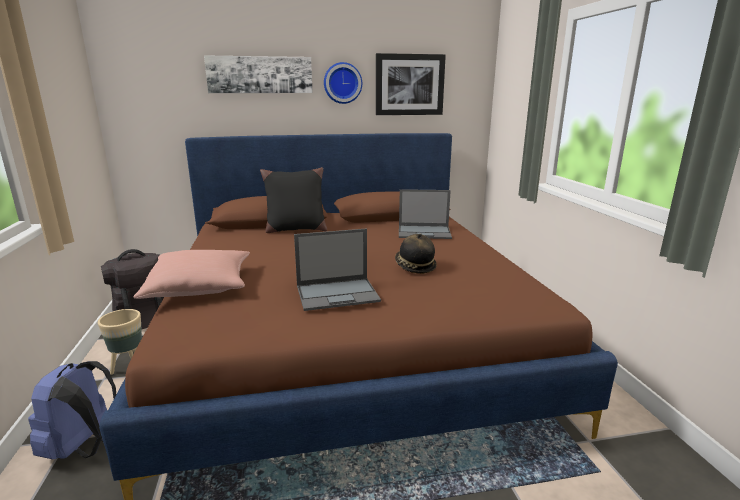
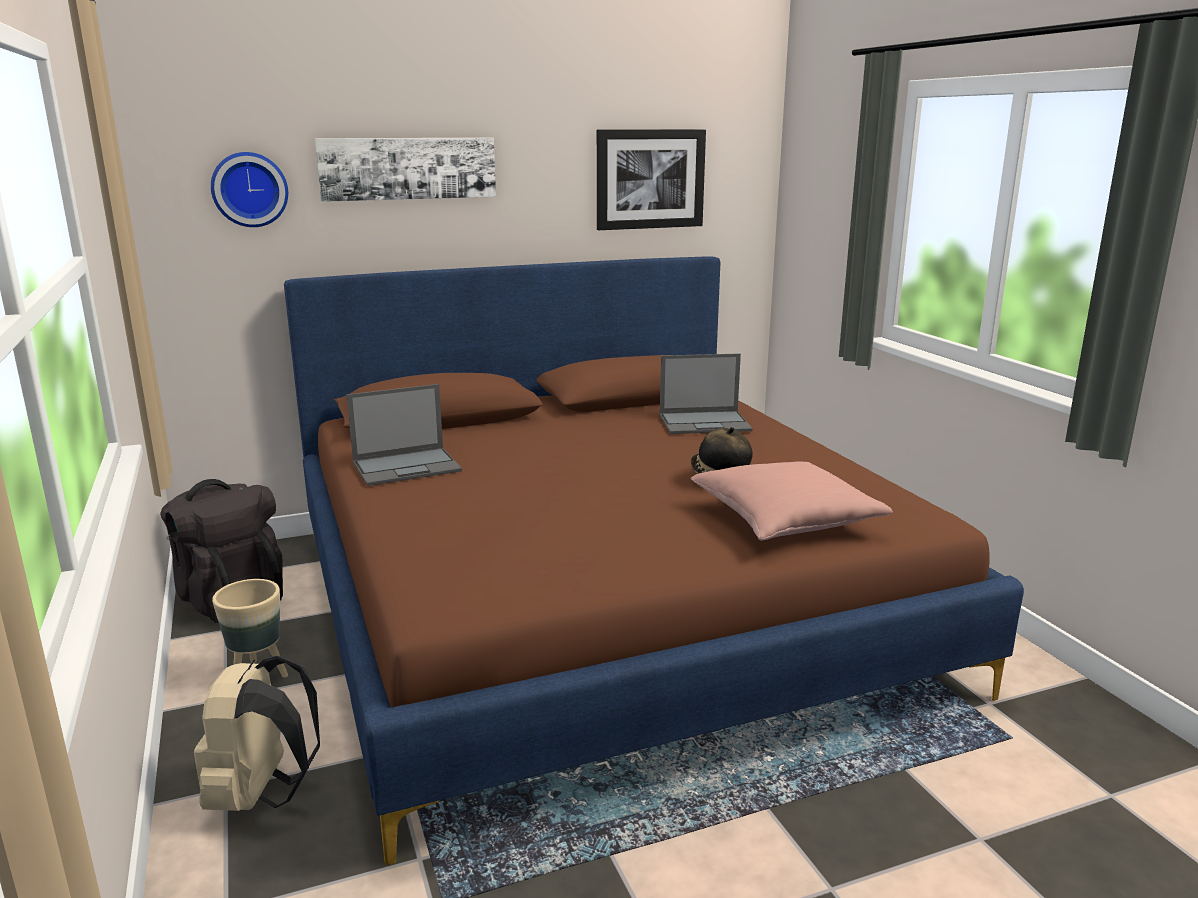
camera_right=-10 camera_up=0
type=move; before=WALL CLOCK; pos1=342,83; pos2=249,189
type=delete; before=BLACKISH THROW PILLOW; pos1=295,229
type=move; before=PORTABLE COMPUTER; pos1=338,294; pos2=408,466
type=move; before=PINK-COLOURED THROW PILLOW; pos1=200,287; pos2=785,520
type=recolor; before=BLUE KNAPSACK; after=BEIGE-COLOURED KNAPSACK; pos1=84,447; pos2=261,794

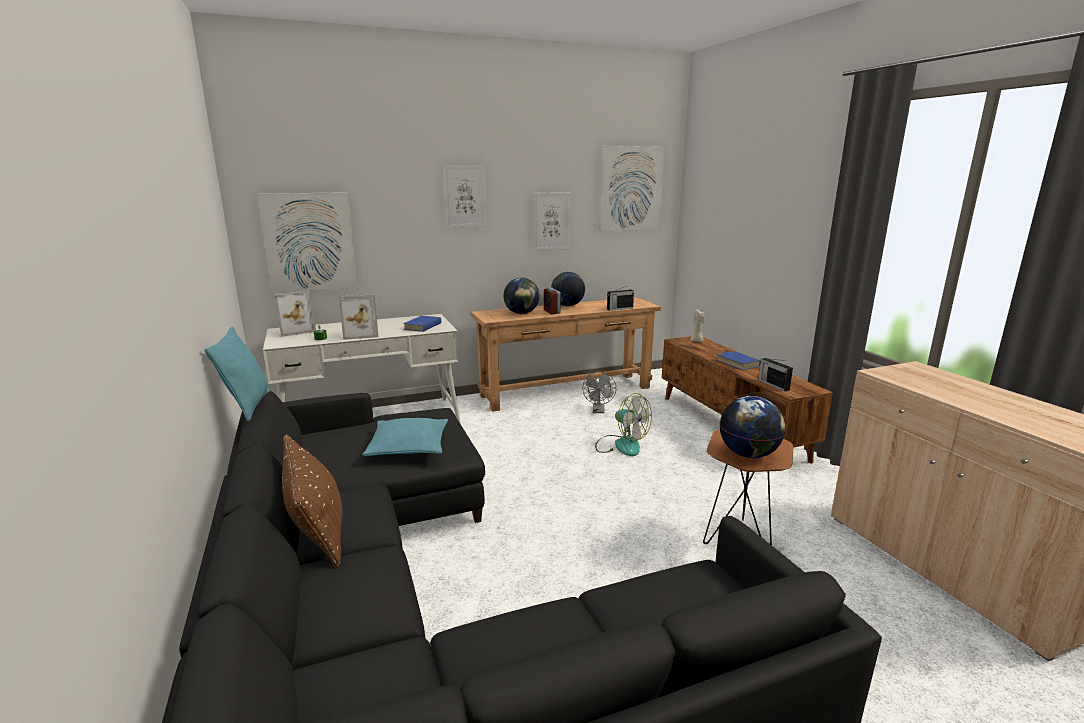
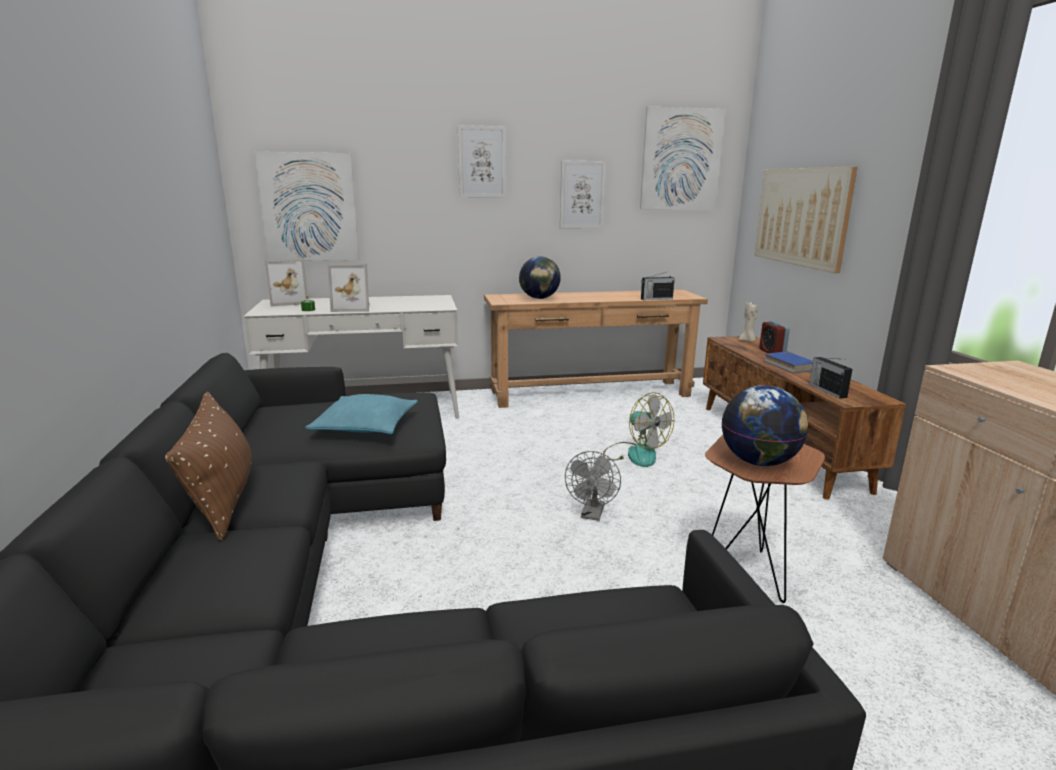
camera_right=10 camera_up=0
type=delete; before=WORLD GLOBE; pos1=567,306
type=move; before=ALARM CLOCK; pos1=552,312; pos2=772,352
type=delete; before=BLUE BOUND BOOK; pos1=423,326
type=delete; before=TURQUOISE THROW PILLOW; pos1=247,406
type=move; before=GREYISH FAN; pos1=598,411; pos2=592,515
type=insert; after=PICTURE; pos2=801,216

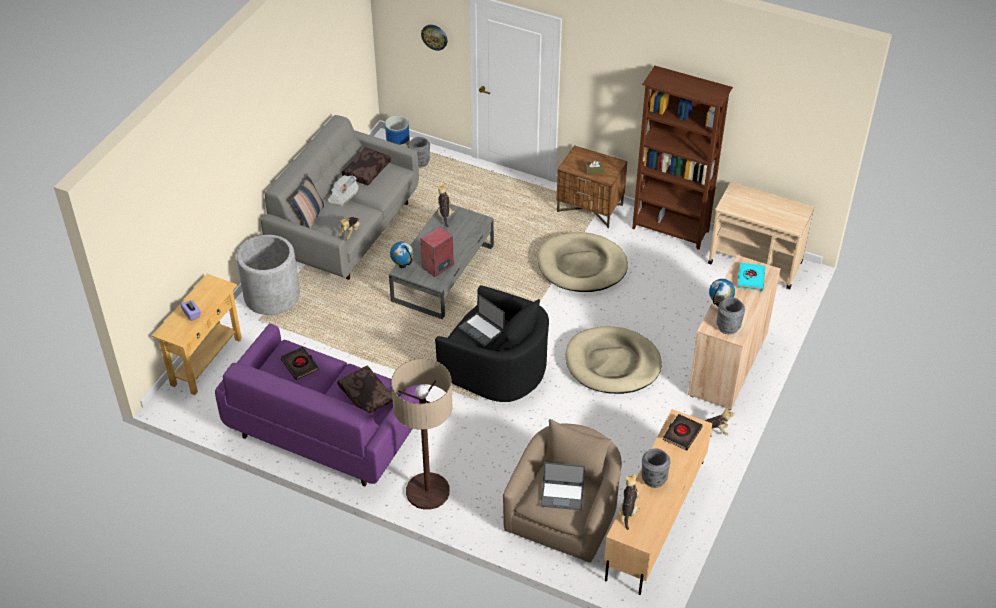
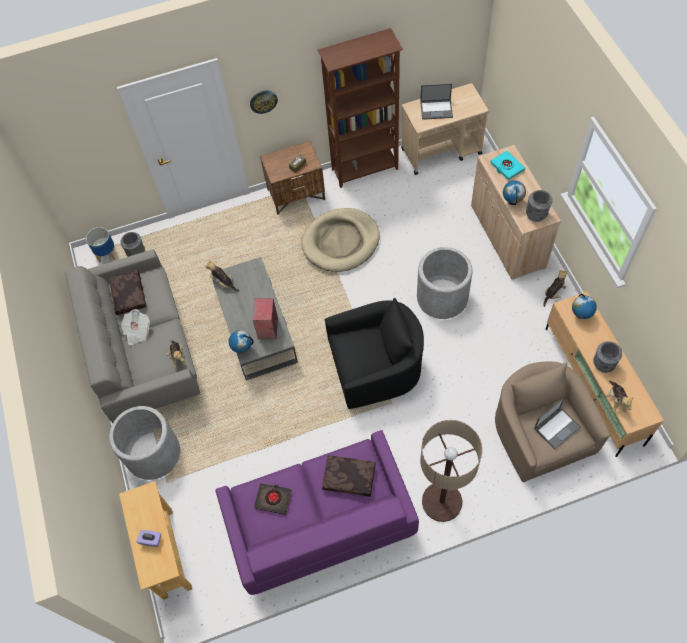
camera_right=-40 camera_up=15
type=move; before=WALL CLOCK; pos1=434,37; pos2=263,101
type=delete; before=THROW PILLOW; pos1=311,217
type=move; before=PORTABLE COMPUTER; pos1=482,329; pos2=436,109
type=replace; before=BEIGE-COLOURED DOG CUSHION; after=GREYISH FLOWER POT; pos1=612,363; pos2=442,297
type=replace; before=BLACKISH BOUND BOOK; after=WORLD GLOBE; pos1=682,434; pos2=580,315
type=rotate; before=SOFT TOY; pos1=628,509; pos2=616,400; turn=-150

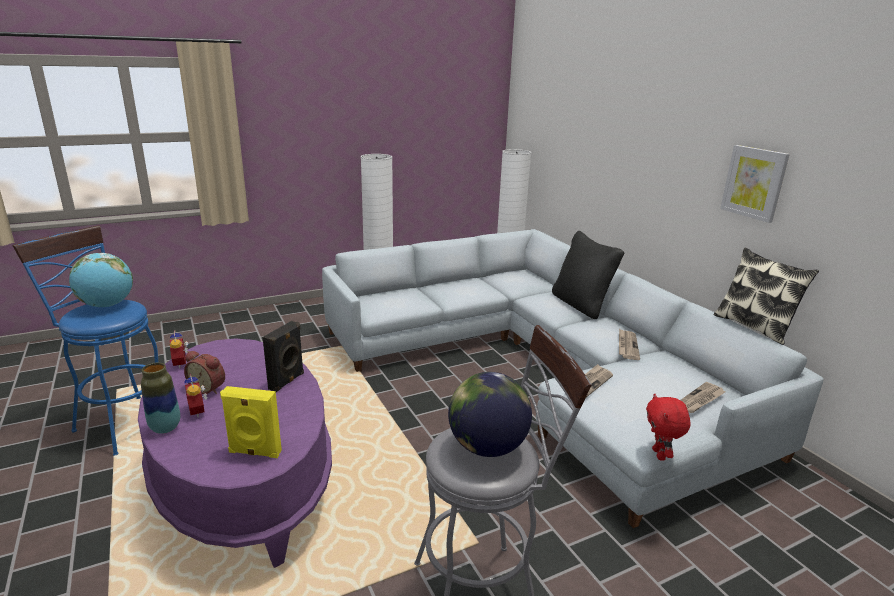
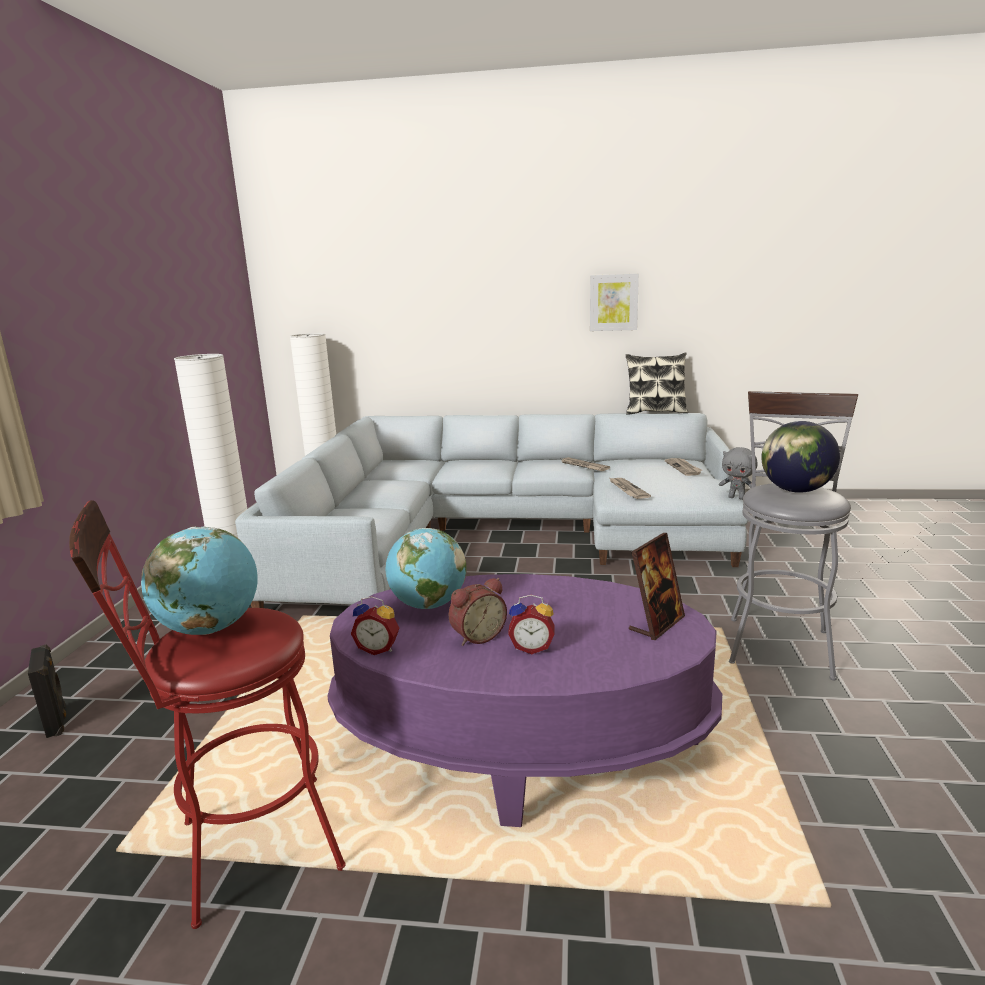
camera_right=-55 camera_up=-5
type=recolor; before=BLUE SITTING STOOL; after=RED-COLOURED SITTING STOOL; pos1=122,422; pos2=244,851
type=delete; before=BLACKISH THROW PILLOW; pos1=581,305
type=move; before=BLACKISH LOUDSPEAKER; pos1=287,381; pos2=57,721
type=delete; before=VASE; pos1=165,428
type=replace; before=YELLOW LOUDSPEAKER; after=PICTURE FRAME; pos1=254,453; pos2=656,624
type=recolor; before=RED-COLOURED SOFT TOY; after=GREYISH SOFT TOY; pos1=660,455; pos2=737,498
type=insert; after=WORLD GLOBE; pos2=428,605

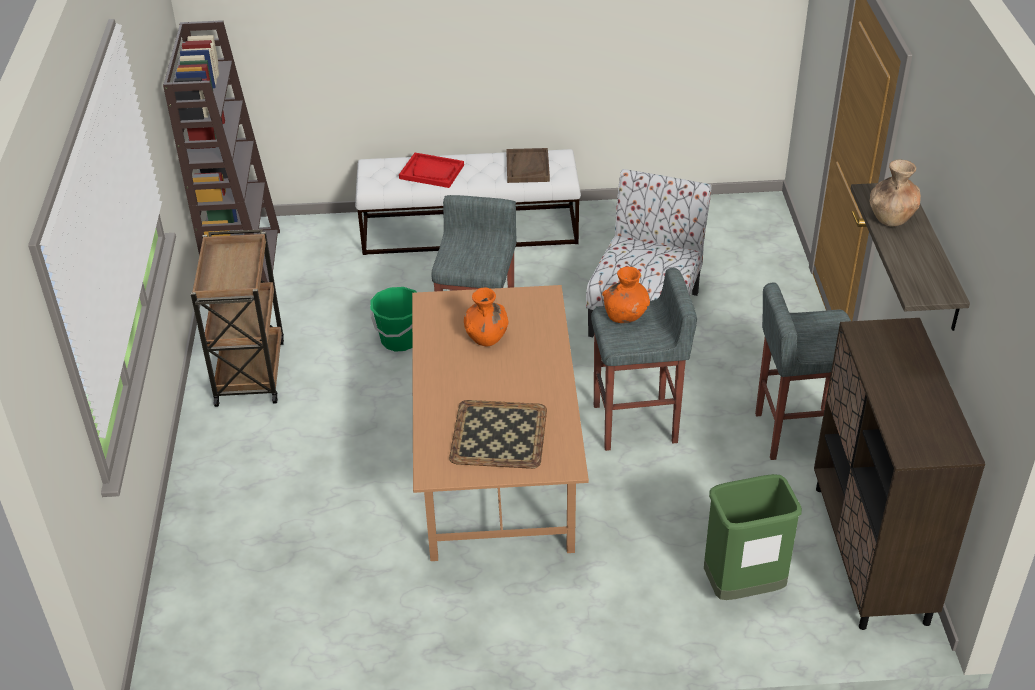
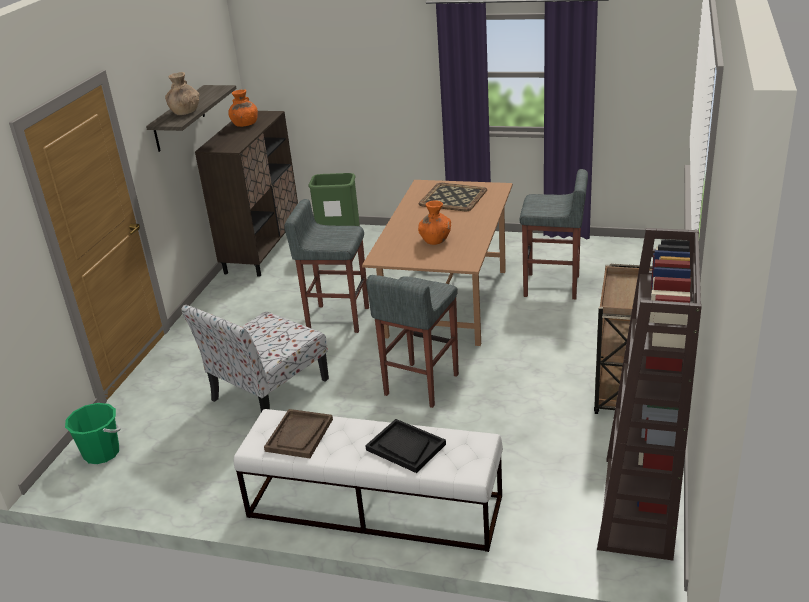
camera_right=-160 camera_up=-10
type=recolor; before=RED-COLOURED SERVING TRAY; after=BLACKISH SERVING TRAY; pos1=432,172; pos2=405,447
type=move; before=ORANGE VASE; pos1=625,315; pos2=245,124
type=move; before=GREYISH SITTING STOOL; pos1=796,433; pos2=552,286
type=move; before=GREEN BUCKET; pos1=399,340; pos2=102,453

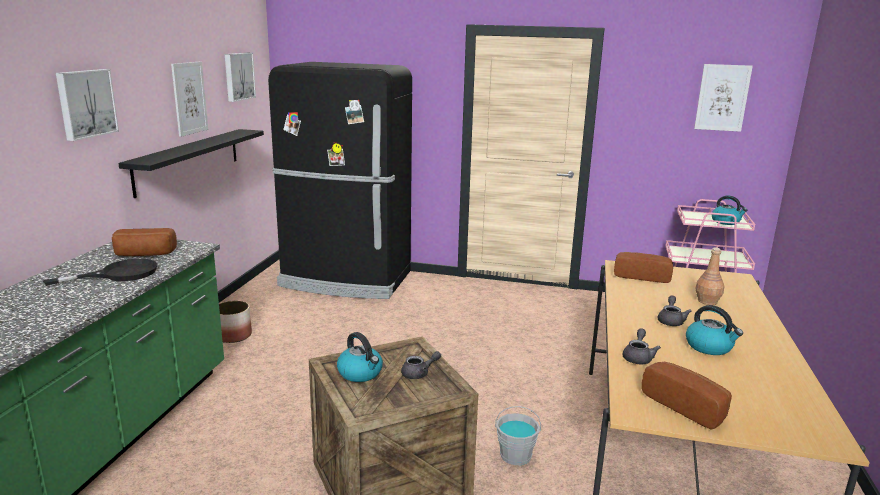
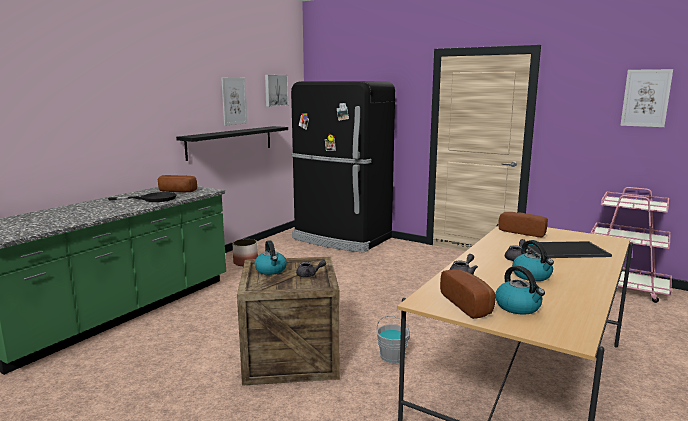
camera_right=20 camera_up=-5
type=delete; before=PICTURE; pos1=85,103
type=move; before=KETTLE; pos1=726,222; pos2=518,307
type=replace; before=BROWNISH BOTTLE; after=SERVING TRAY; pos1=707,301; pos2=564,251

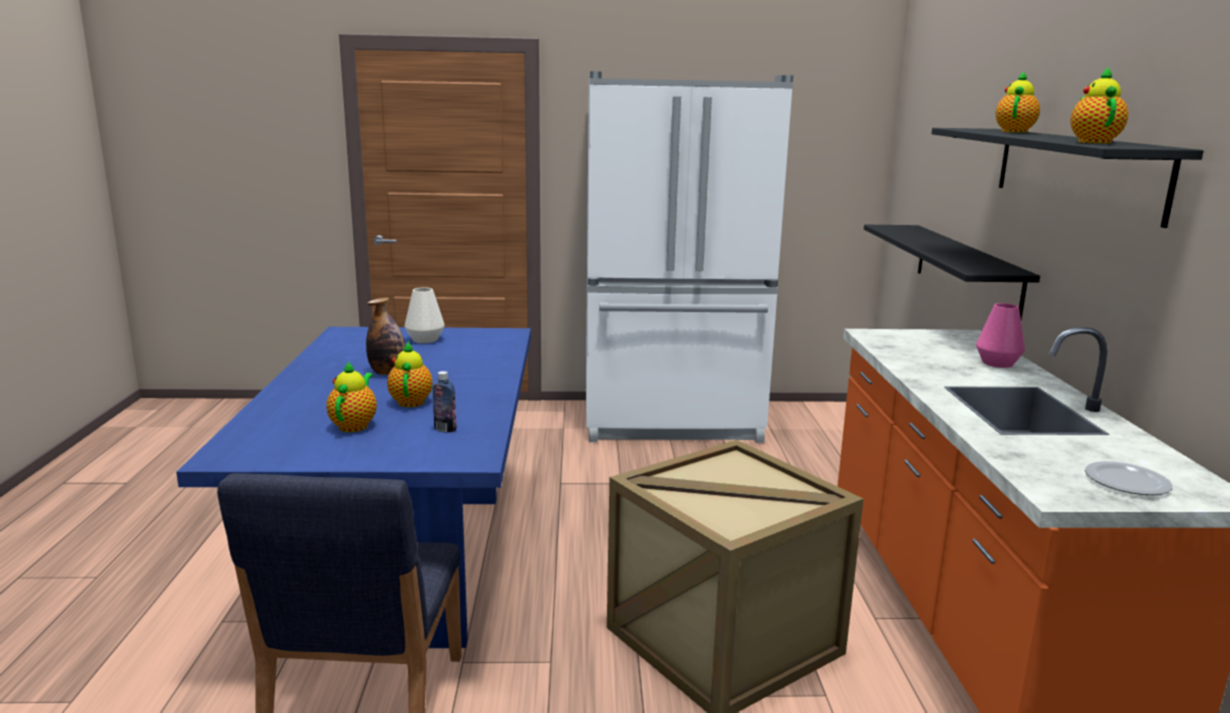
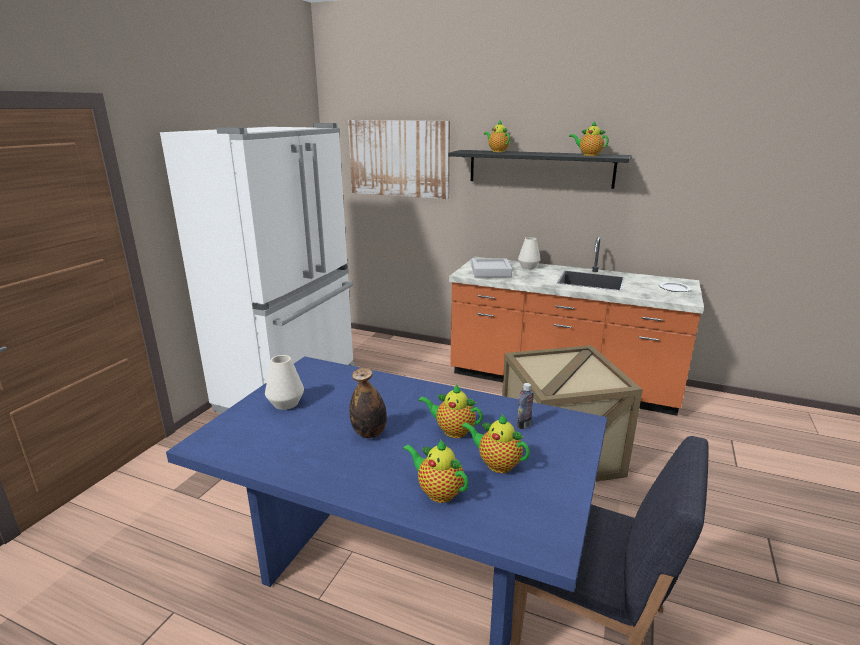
camera_right=-65 camera_up=5
type=delete; before=BLACKISH SHELF; pos1=966,272
type=recolor; before=PINK-COLOURED VASE; after=WHITE-COLOURED VASE; pos1=997,363; pos2=528,267
type=insert; after=PICTURE; pos2=399,158
type=insert; after=GREYISH SERVING TRAY; pos2=490,272
type=insert; after=POT FOR TEA; pos2=438,492

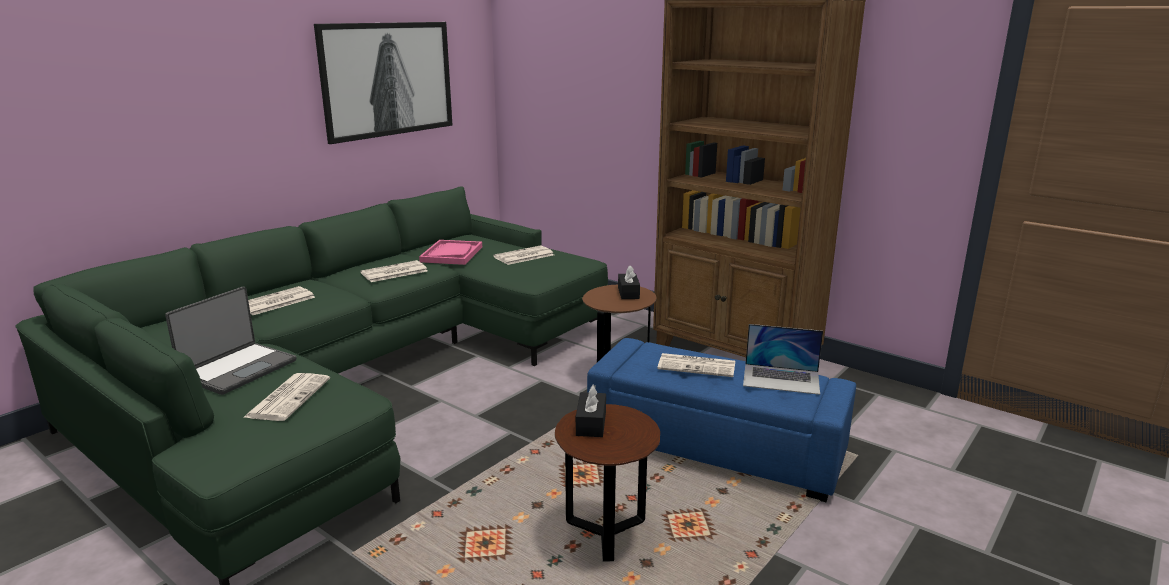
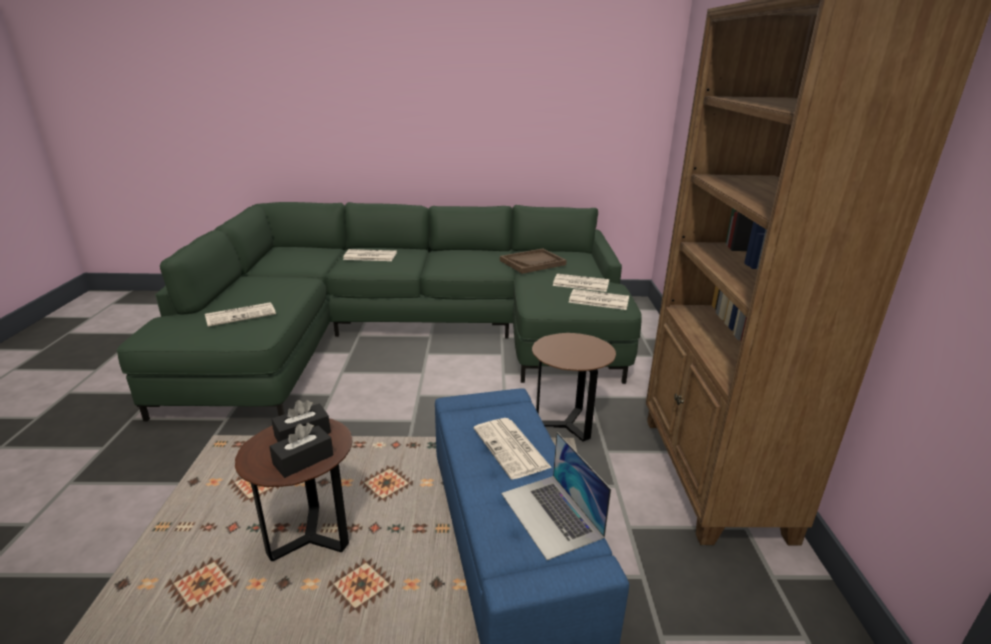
camera_right=50 camera_up=5
type=delete; before=PICTURE; pos1=387,79
type=recolor; before=PINK-COLOURED SERVING TRAY; after=BROWNISH SERVING TRAY; pos1=451,254; pos2=532,262
type=move; before=DAILY PAPER; pos1=393,272; pos2=598,300
type=move; before=BLACKISH TISSUE HOLDER; pos1=628,293; pos2=303,459
type=delete; before=PORTABLE COMPUTER; pos1=238,369

